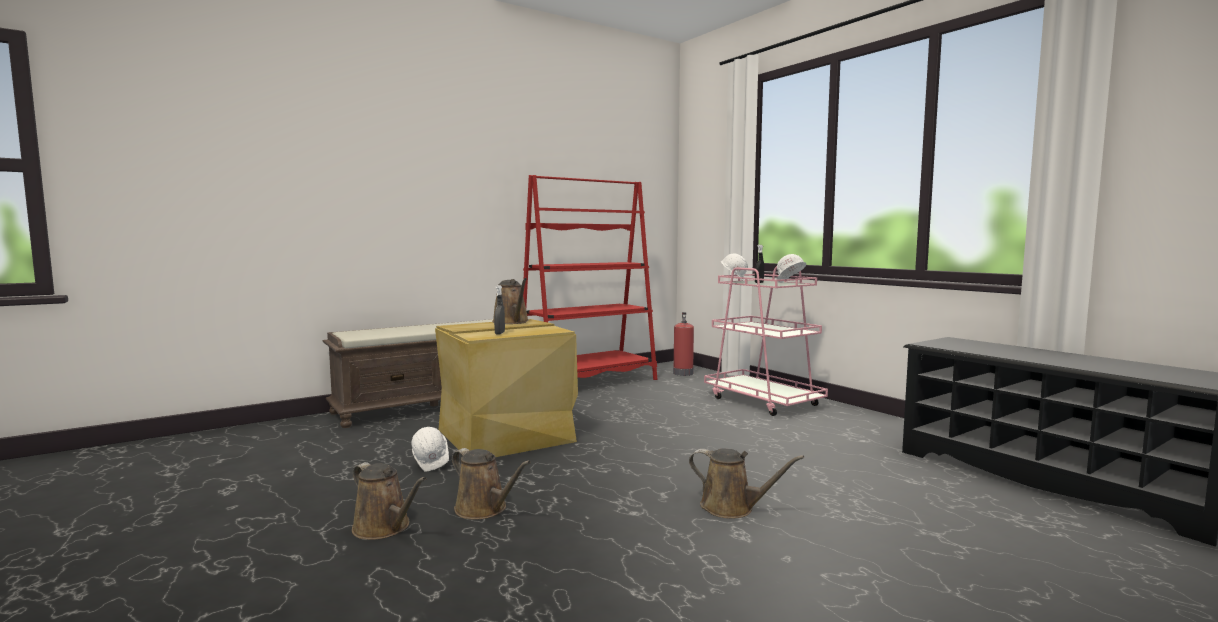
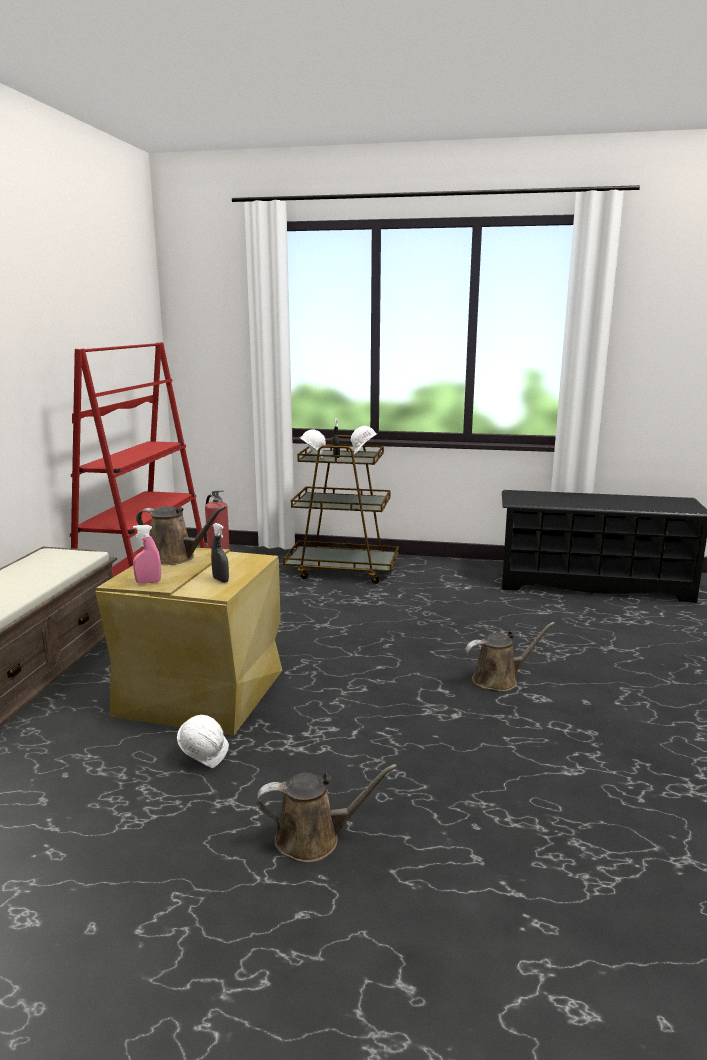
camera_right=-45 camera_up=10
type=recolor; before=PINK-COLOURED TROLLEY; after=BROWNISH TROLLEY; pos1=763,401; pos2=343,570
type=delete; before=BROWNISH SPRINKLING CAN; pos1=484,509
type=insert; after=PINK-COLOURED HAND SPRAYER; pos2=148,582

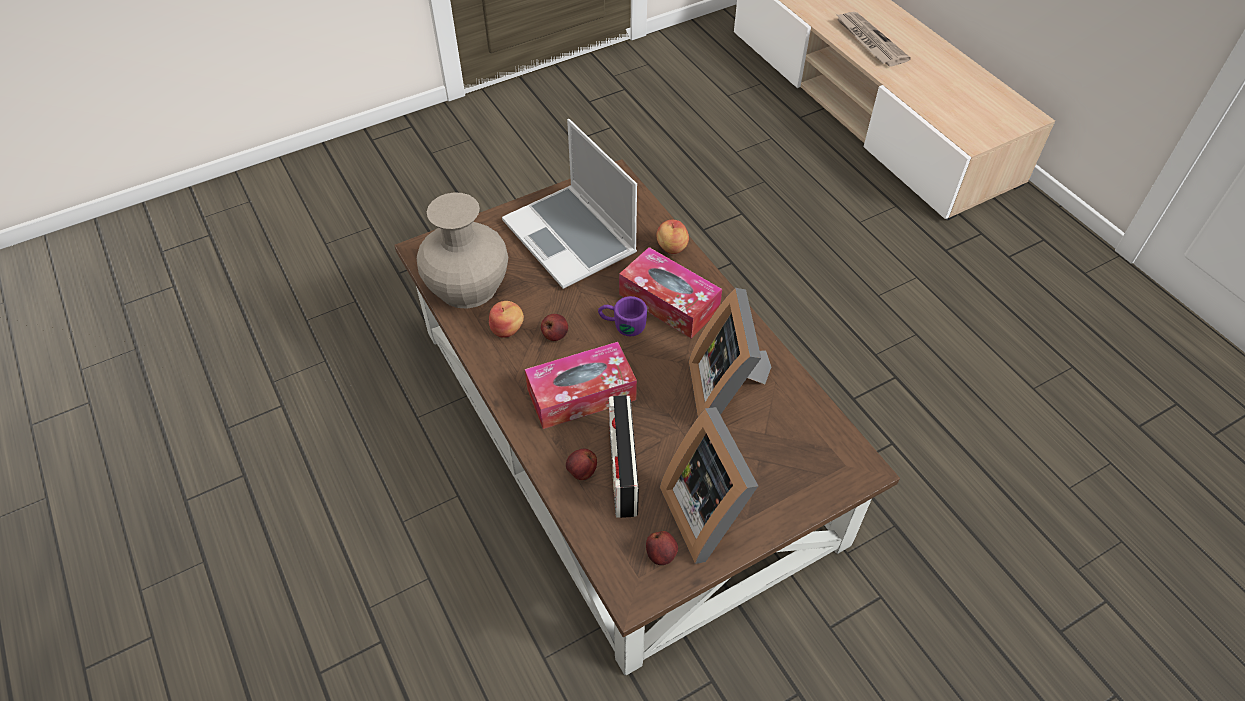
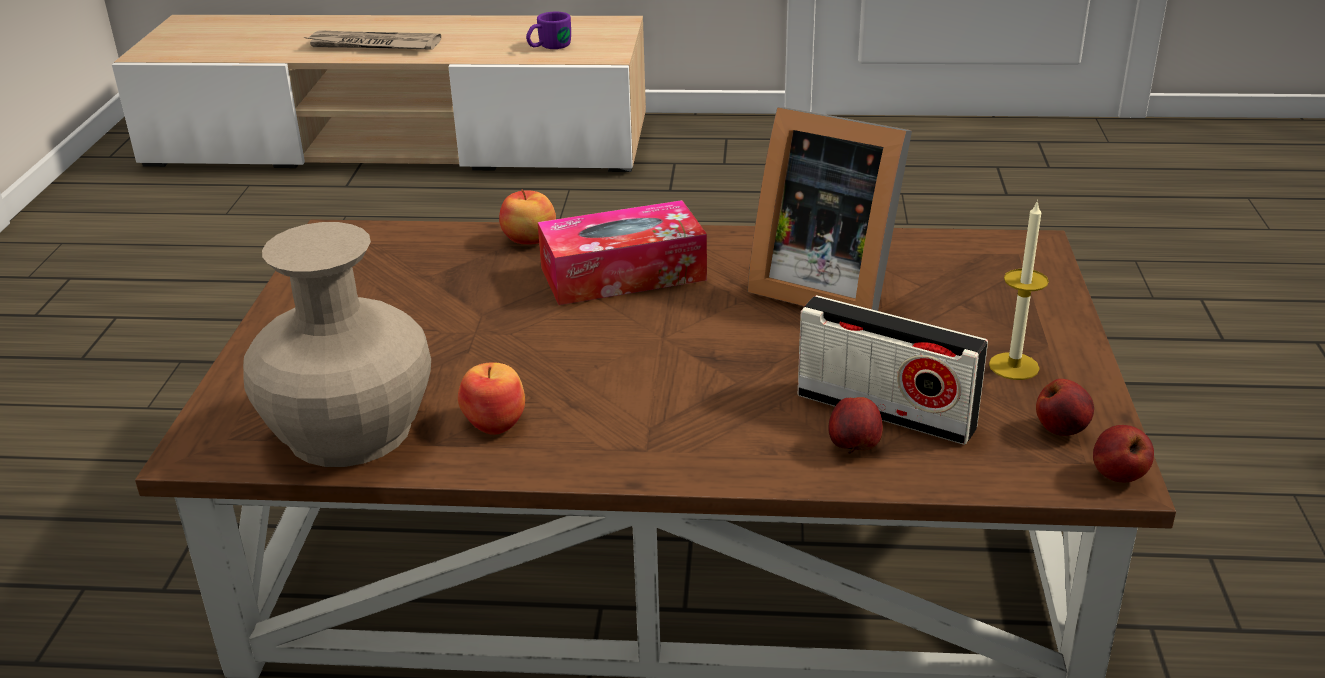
camera_right=-55 camera_up=-20
type=delete; before=PORTABLE COMPUTER; pos1=572,238
type=move; before=PURPLE-COLOURED MUG; pos1=622,325; pos2=548,47
type=move; before=APPLE FRUIT; pos1=555,335; pos2=1117,476
type=delete; before=TISSUE HOLDER; pos1=581,394
type=replace; before=PICTURE FRAME; after=WAX LIGHT; pos1=710,511; pos2=1014,366

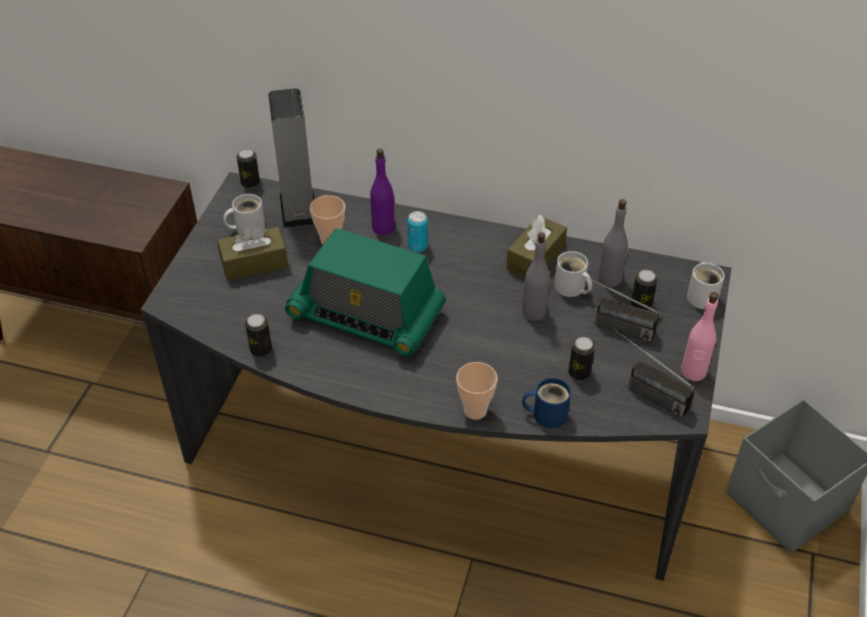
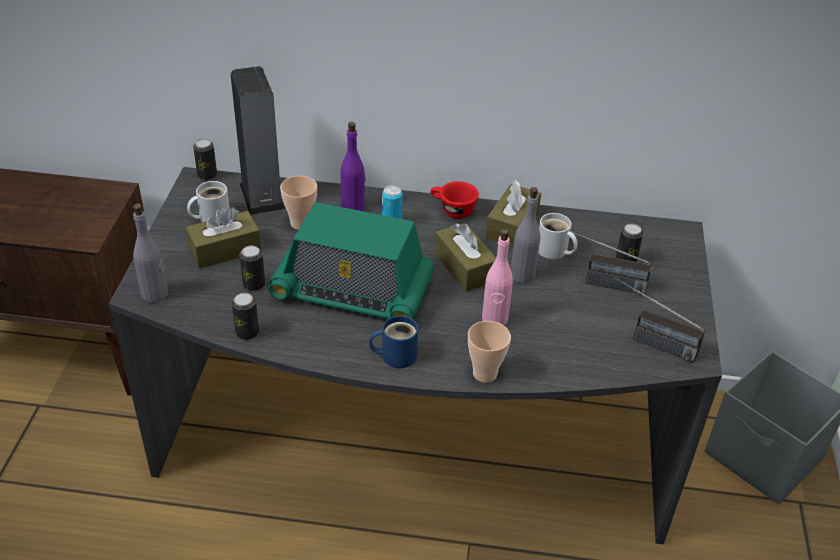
camera_right=-10 camera_up=-5
type=move; before=GREYISH BOTTLE; pos1=610,279; pos2=155,294
type=delete; before=WHITE-COLOURED MUG; pos1=702,295
type=move; before=PINK-COLOURED BOTTLE; pos1=693,372; pos2=494,319
type=move; before=CAN; pos1=579,372; pos2=254,284
type=move; before=BLUE MUG; pos1=546,413; pos2=395,354
type=insert; after=RED-COLOURED SMALL CUP; pos2=452,210
type=insert; after=BROWNISH TISSUE HOLDER; pos2=464,267

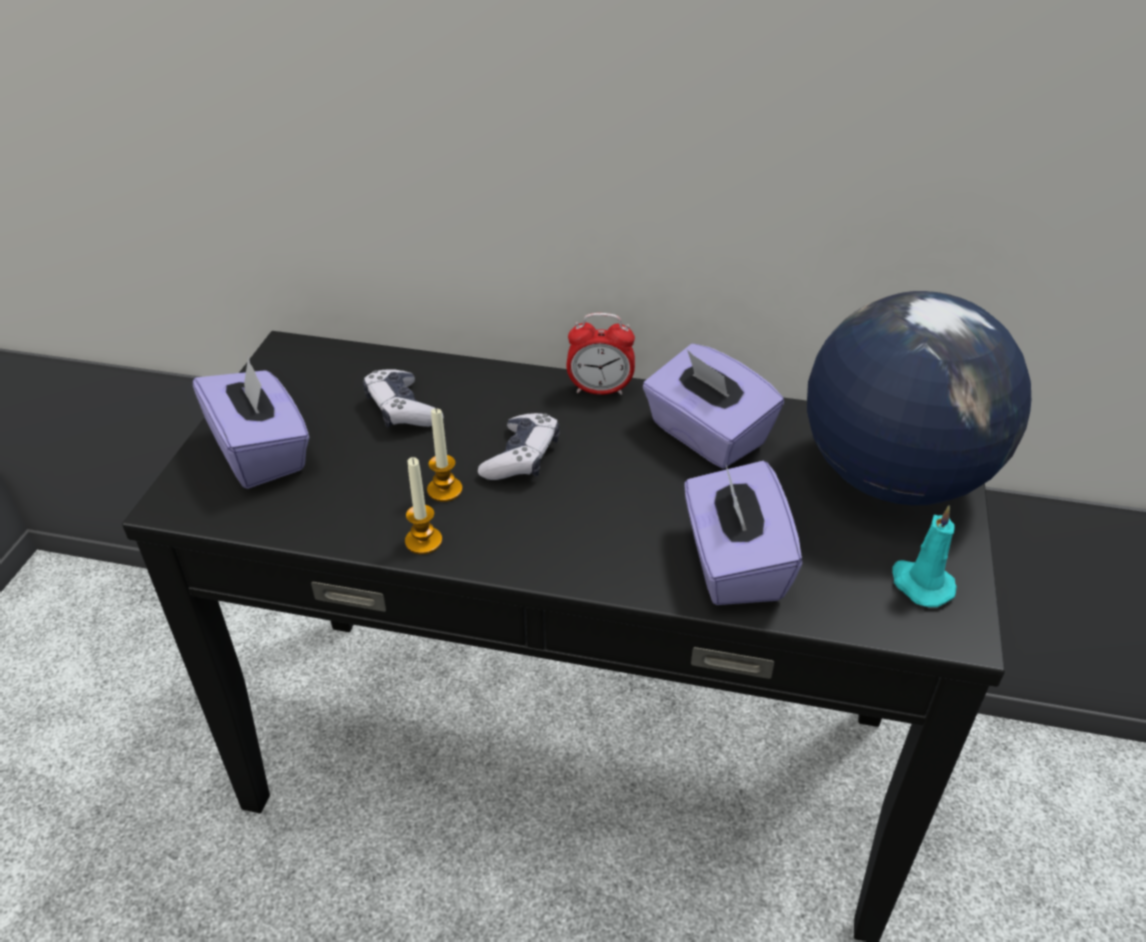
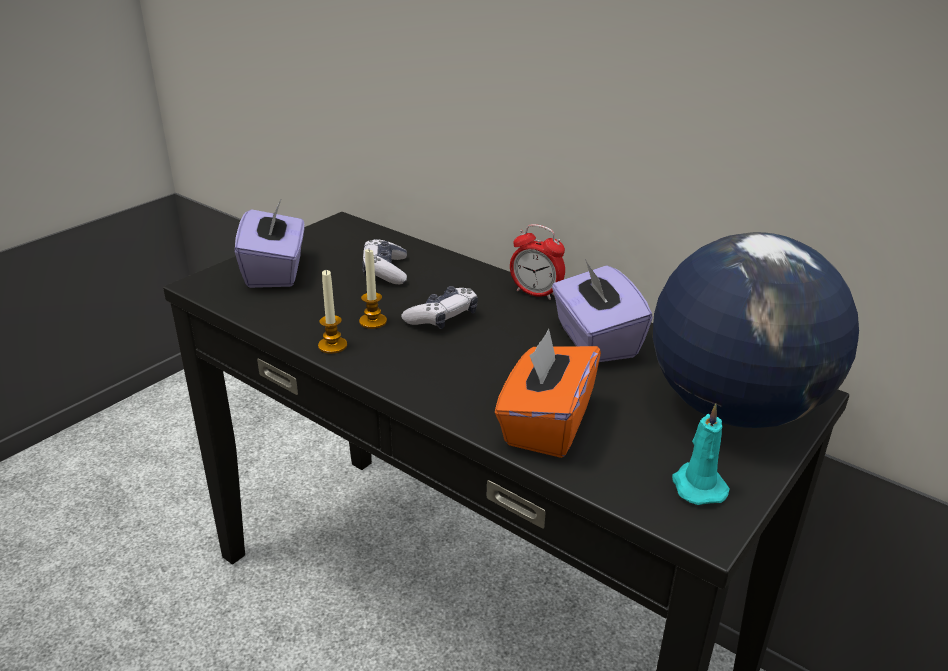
camera_right=25 camera_up=-10
type=recolor; before=PURPLE-COLOURED TISSUE HOLDER; after=ORANGE TISSUE HOLDER; pos1=733,564; pos2=545,424

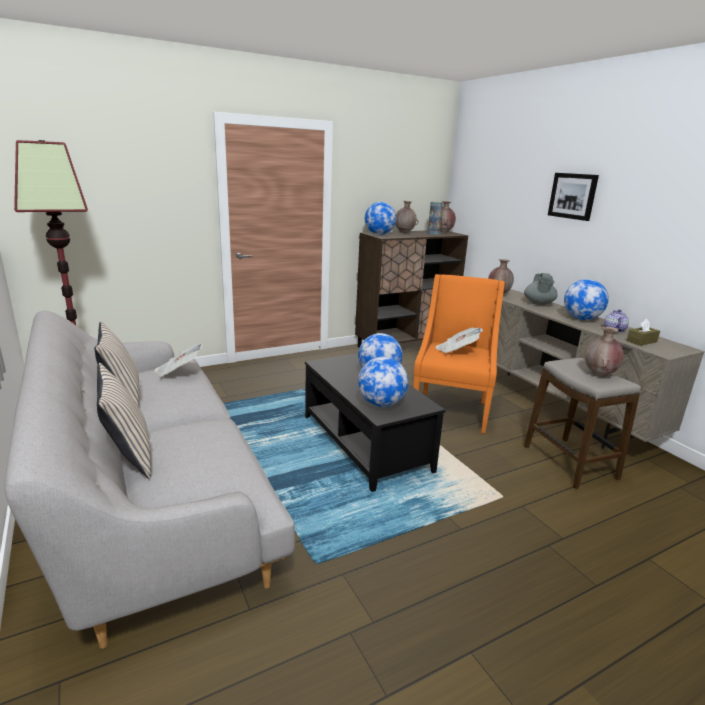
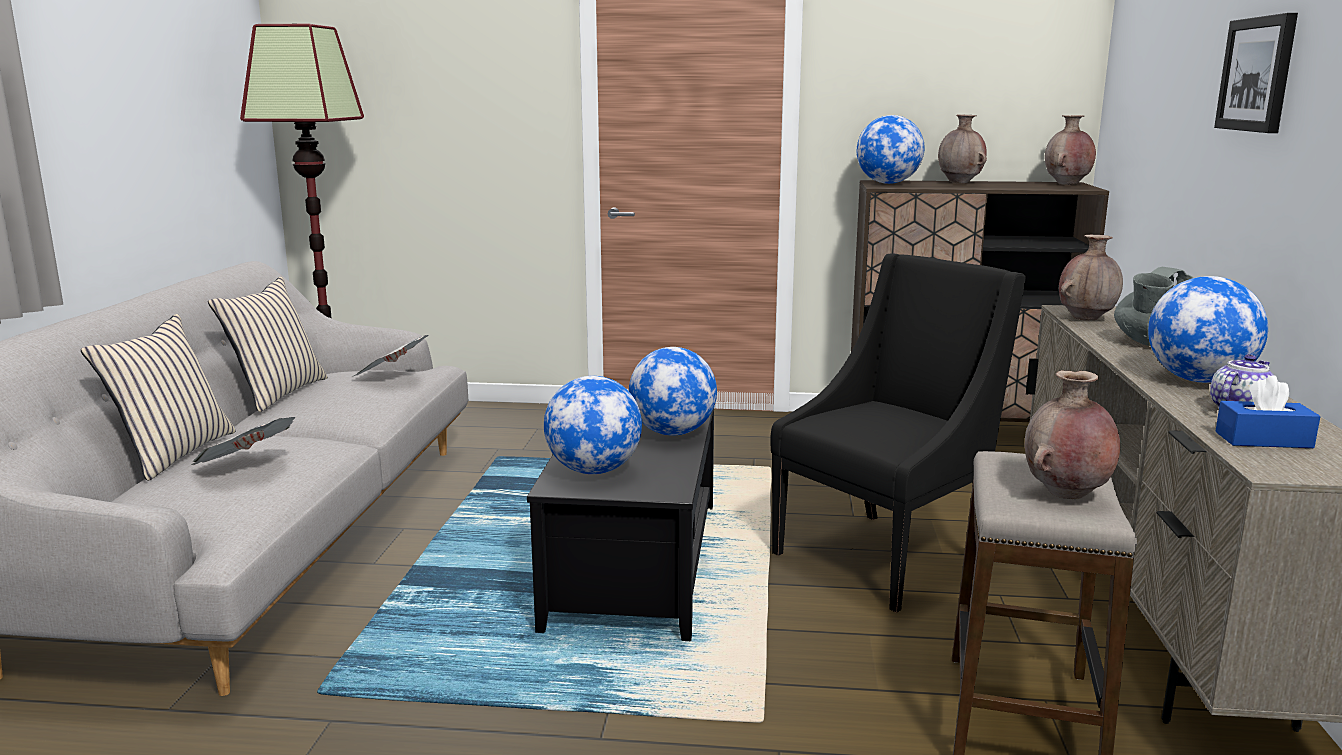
camera_right=35 camera_up=-5
type=delete; before=VASE; pos1=433,233
type=recolor; before=ORANGE ARMCHAIR; after=BLACKISH ARMCHAIR; pos1=451,410; pos2=885,556
type=recolor; before=BROWNISH TISSUE HOLDER; after=BLUE TISSUE HOLDER; pos1=641,341; pos2=1263,440
type=move; before=DAILY PAPER; pos1=457,351; pos2=246,467

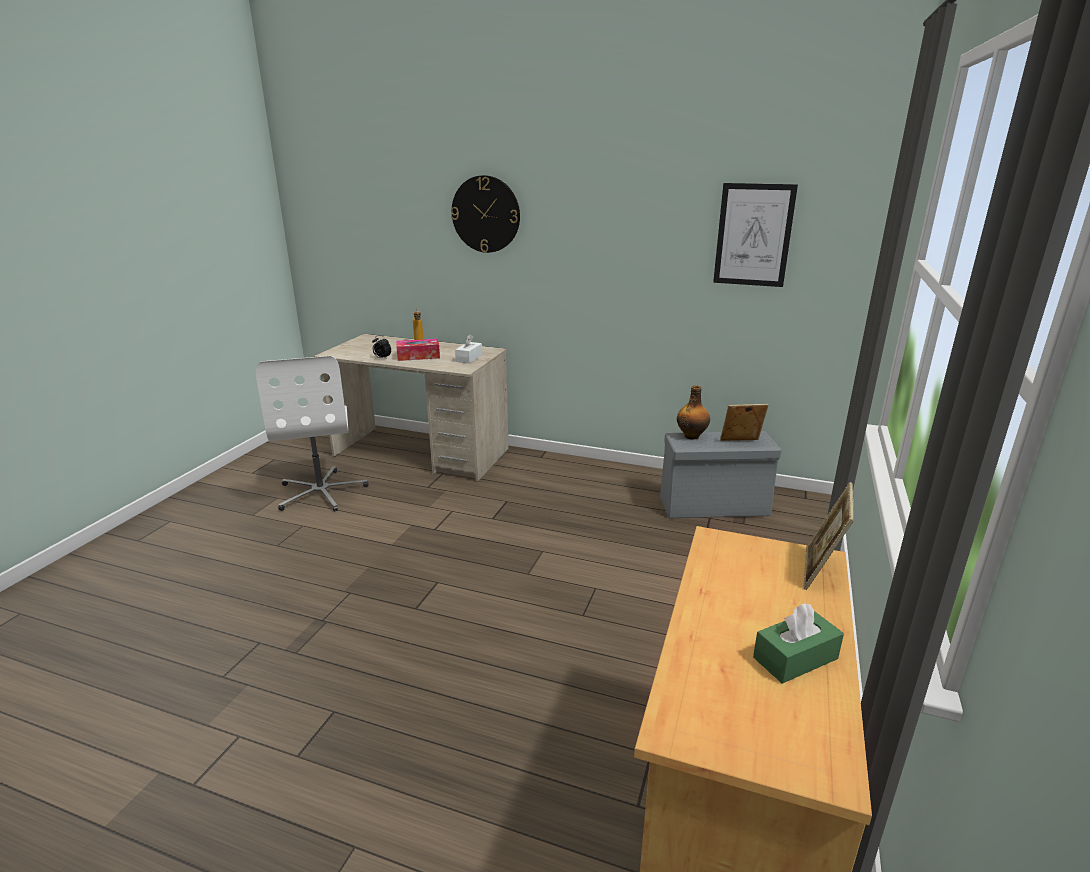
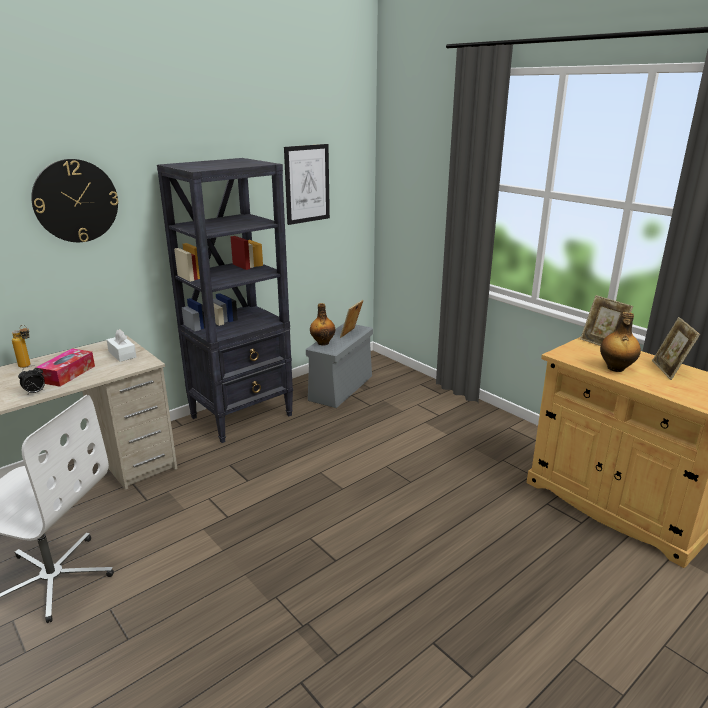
camera_right=-60 camera_up=0
type=replace; before=GREEN TISSUE HOLDER; after=PICTURE FRAME; pos1=795,658; pos2=669,370
type=insert; after=BLACKISH BOOKSHELF; pos2=243,416
type=insert; after=BOTTLE; pos2=615,368

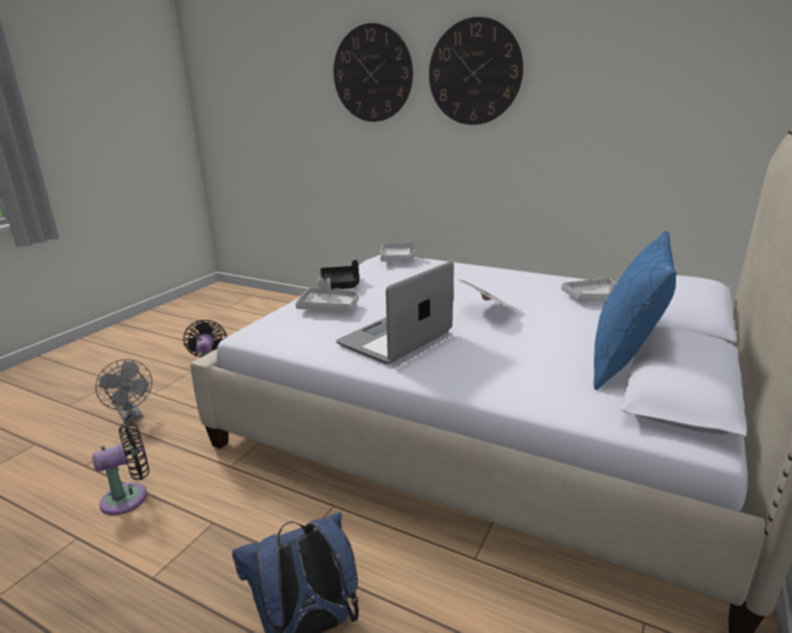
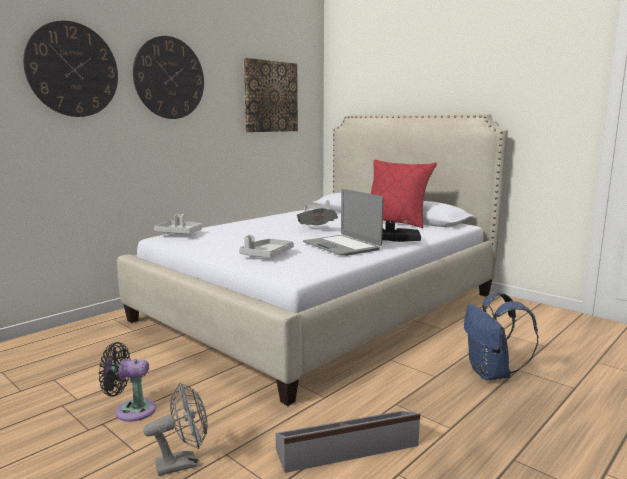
camera_right=-75 camera_up=-10
type=recolor; before=BLUE THROW PILLOW; after=RED-COLOURED THROW PILLOW; pos1=624,361; pos2=396,222
type=move; before=BLACKISH SERVING TRAY; pos1=340,285; pos2=397,241
type=replace; before=BLACKISH FAN; after=GREYISH STORAGE BIN; pos1=130,497; pos2=348,448
type=insert; after=PICTURE; pos2=270,96

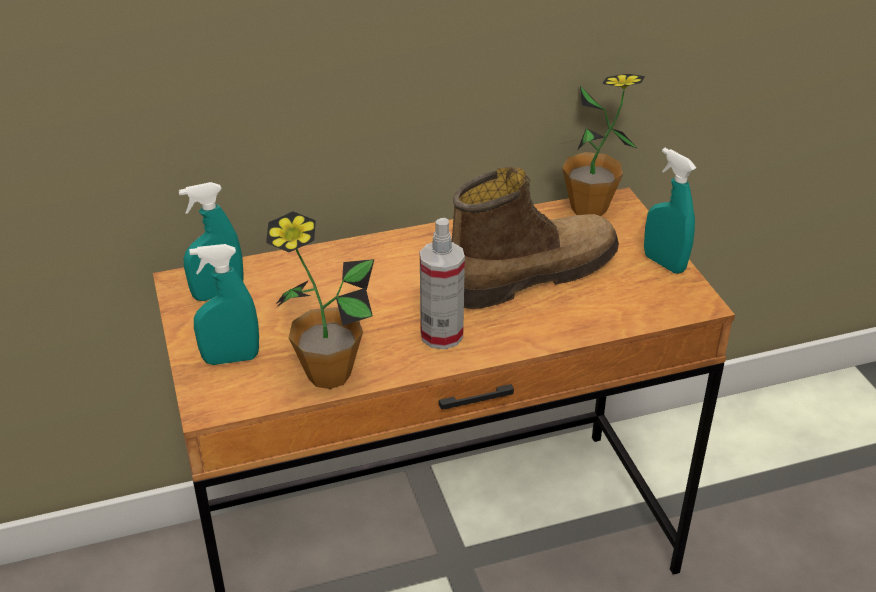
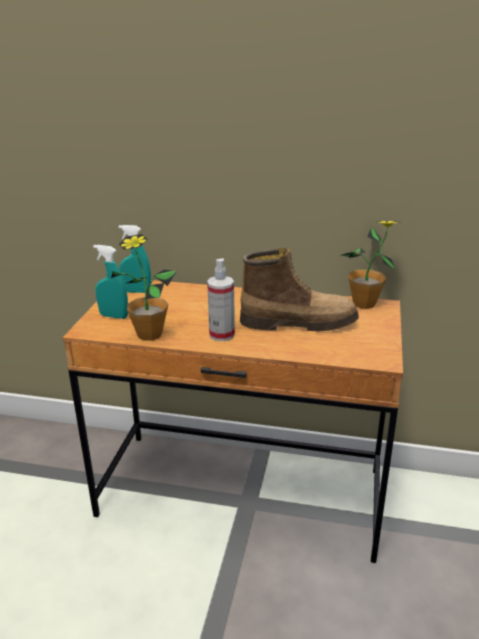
camera_right=30 camera_up=-10
type=delete; before=TURQUOISE HAND SPRAYER; pos1=664,263

